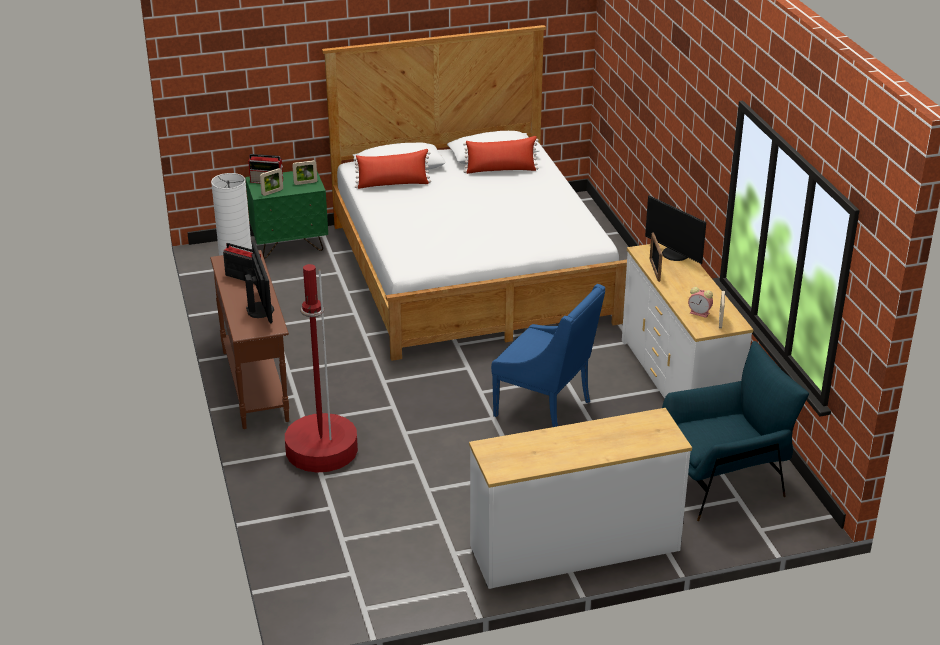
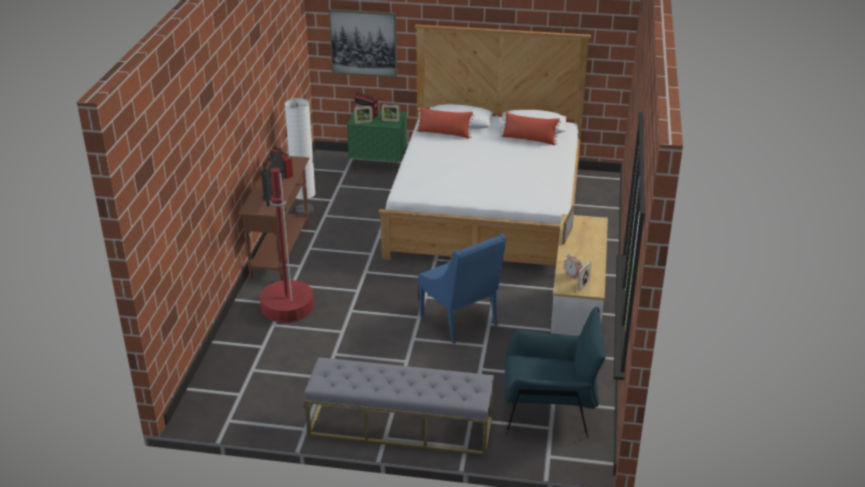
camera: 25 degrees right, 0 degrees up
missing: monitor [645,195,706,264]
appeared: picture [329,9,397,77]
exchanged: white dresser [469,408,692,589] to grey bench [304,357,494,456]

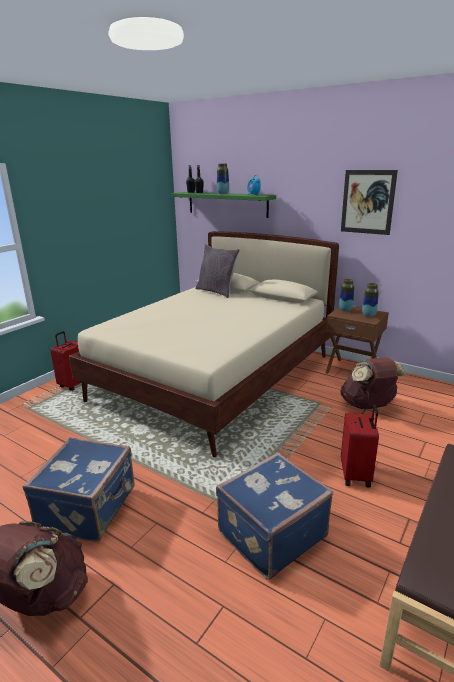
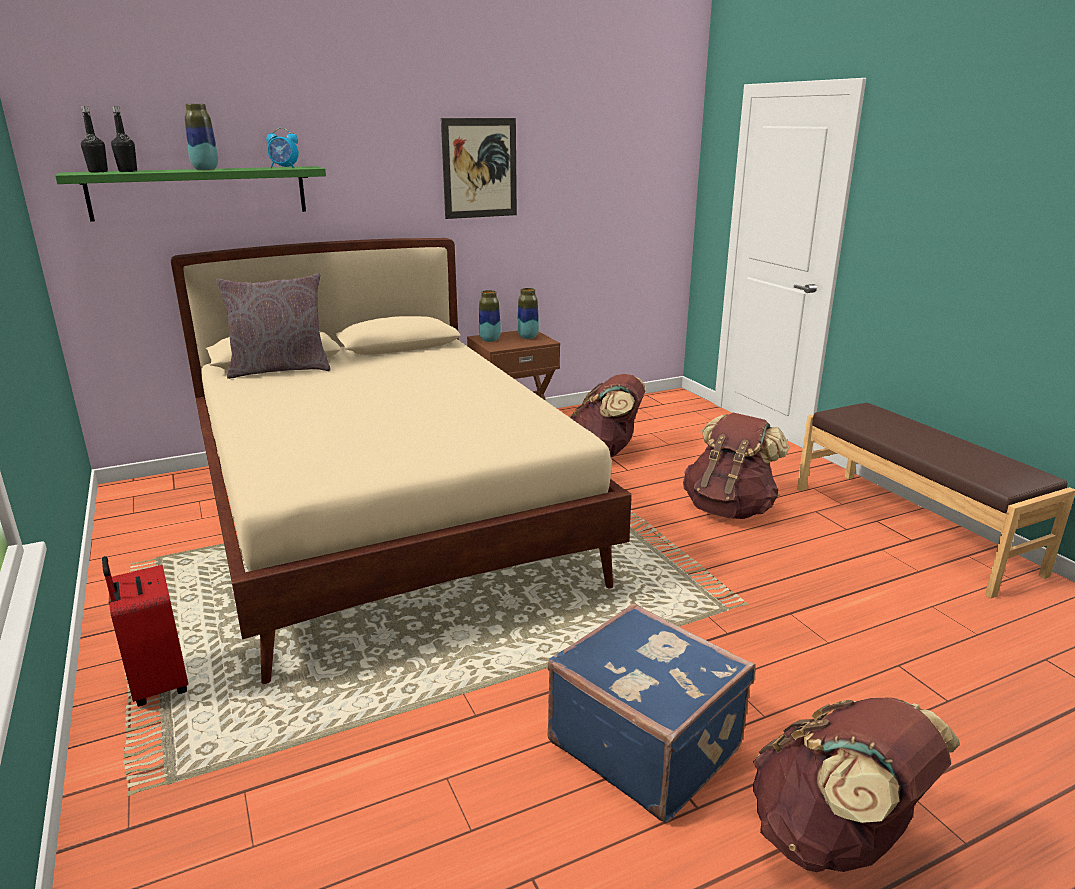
camera: 60 degrees left, 0 degrees up
missing: blue suitcase [216,452,333,580]
exchanged: red suitcase [341,404,379,488] to brown backpack [683,413,789,519]

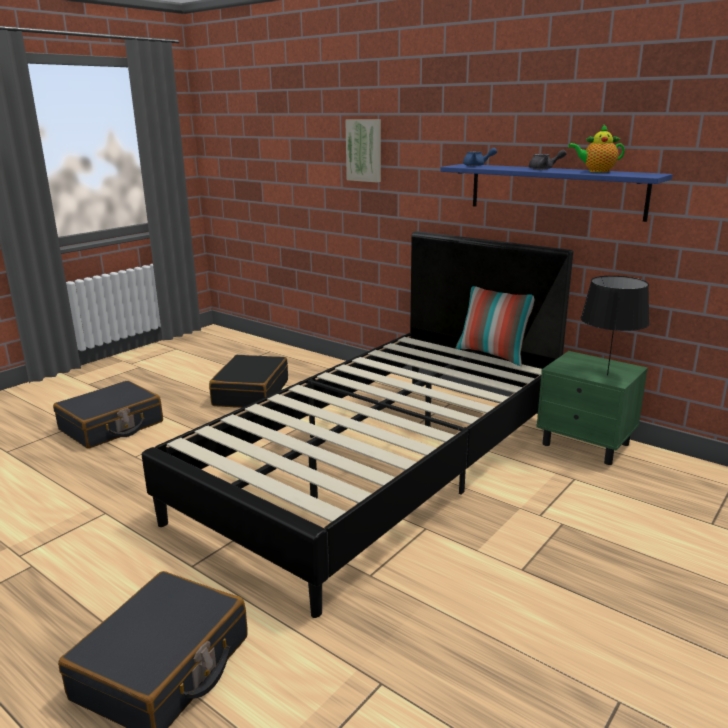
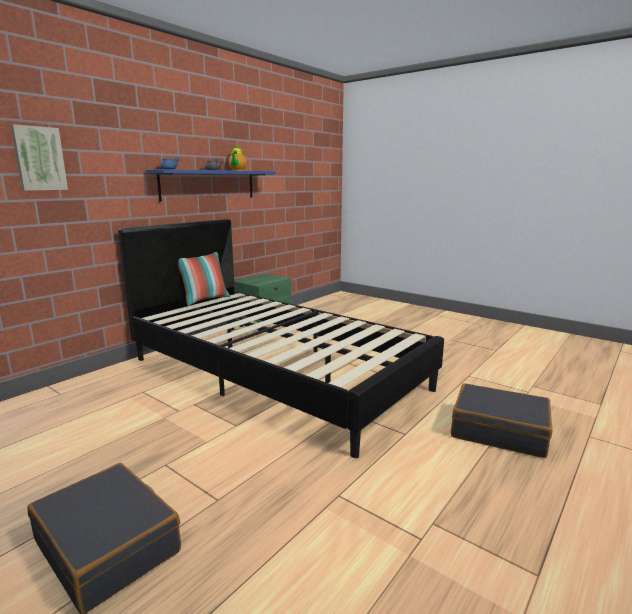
camera: 90 degrees left, 5 degrees down
missing: black suitcase [209,355,288,408]; black table lamp [581,276,650,375]

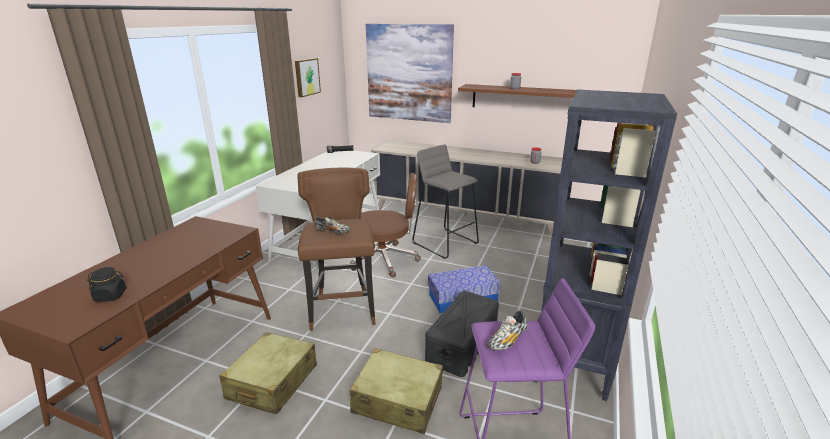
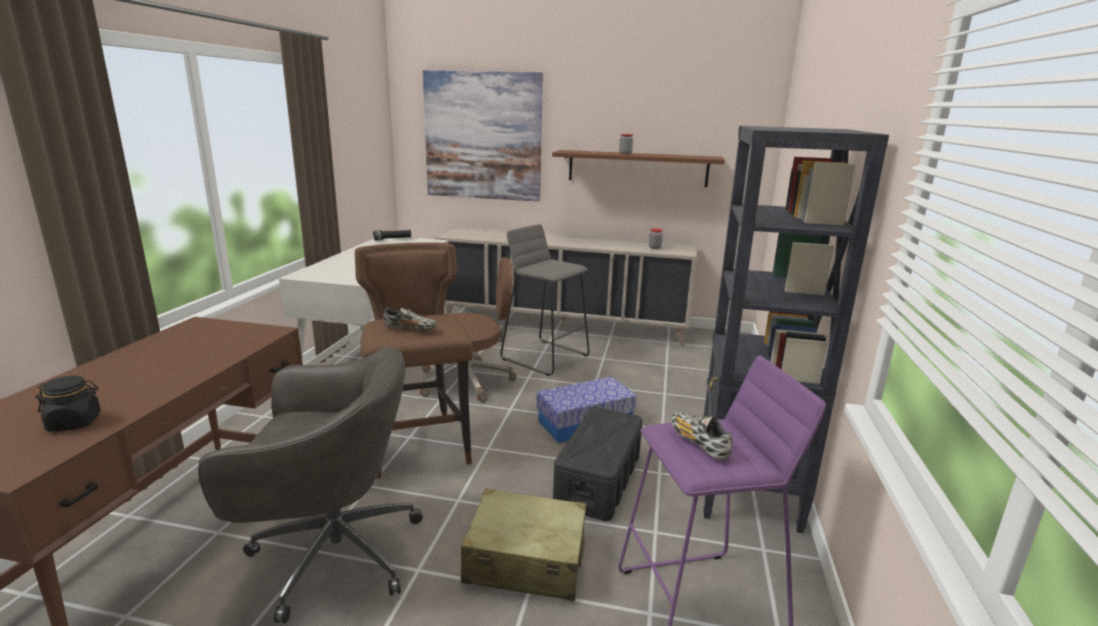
camera: 10 degrees left, 5 degrees down
missing: picture [295,58,321,97]
exchanged: beige suitcase [219,332,317,414] to grey office chair [198,347,423,623]
spun: shoe [487,311,527,350] = [671,411,732,459] 120 degrees clockwise

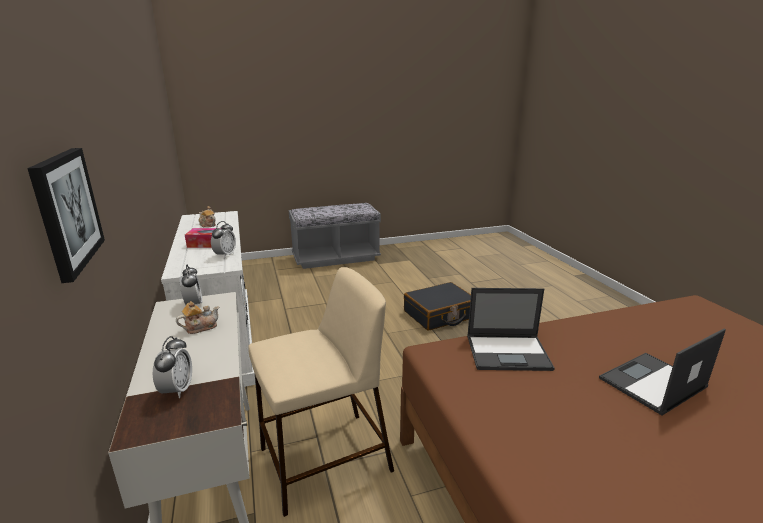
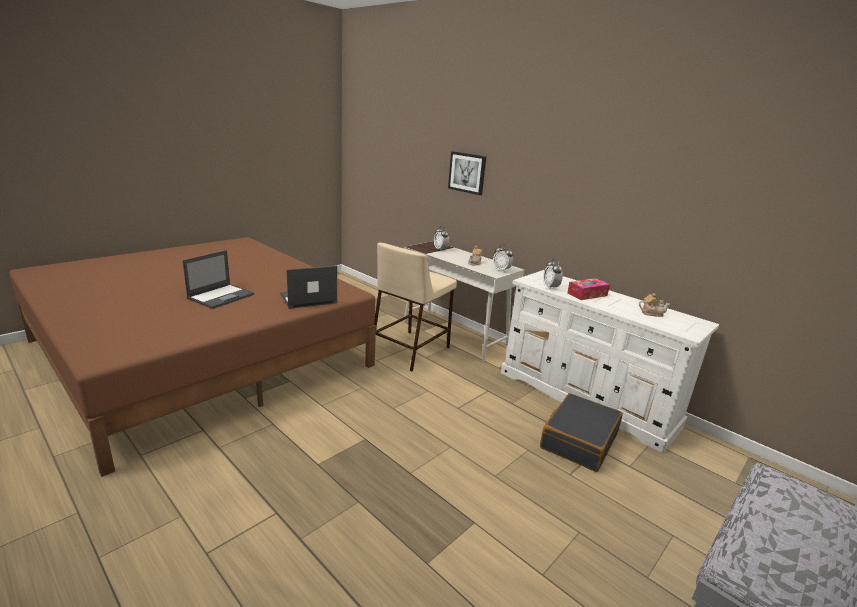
camera: 150 degrees right, 0 degrees up
relocated: black suitcase [404,282,471,331] to [540,393,623,472]

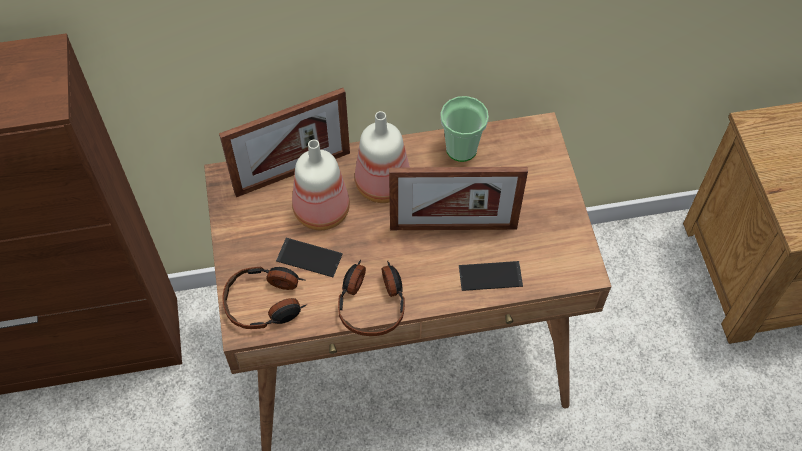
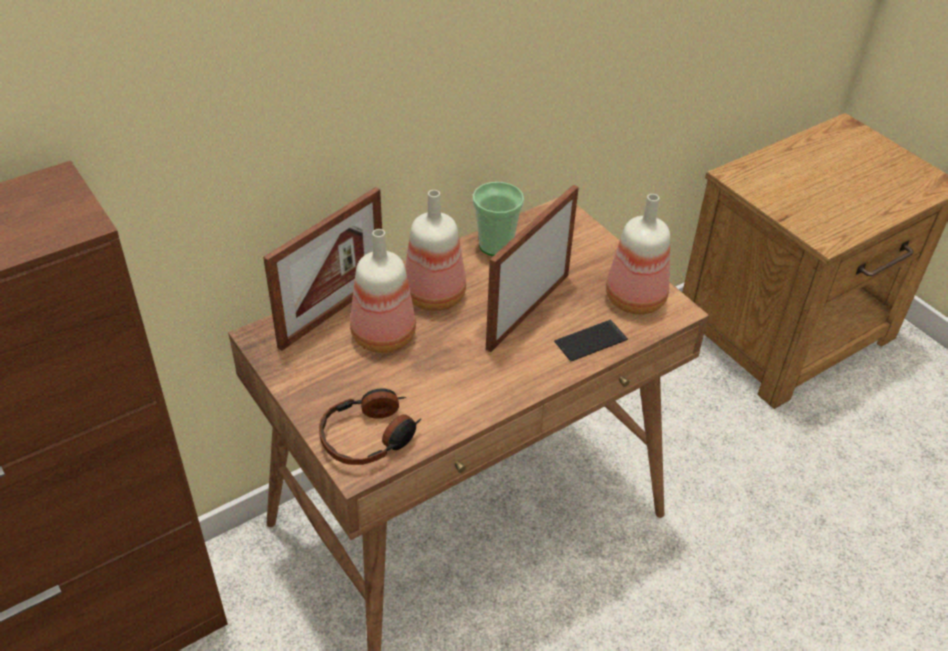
camera: 25 degrees left, 15 degrees down
missing: phone [276,238,343,277]; headphones [338,259,405,336]
appeared: bottle [606,194,670,314]
spun: picture frame [389,167,528,230] = [486,185,579,352] 150 degrees clockwise

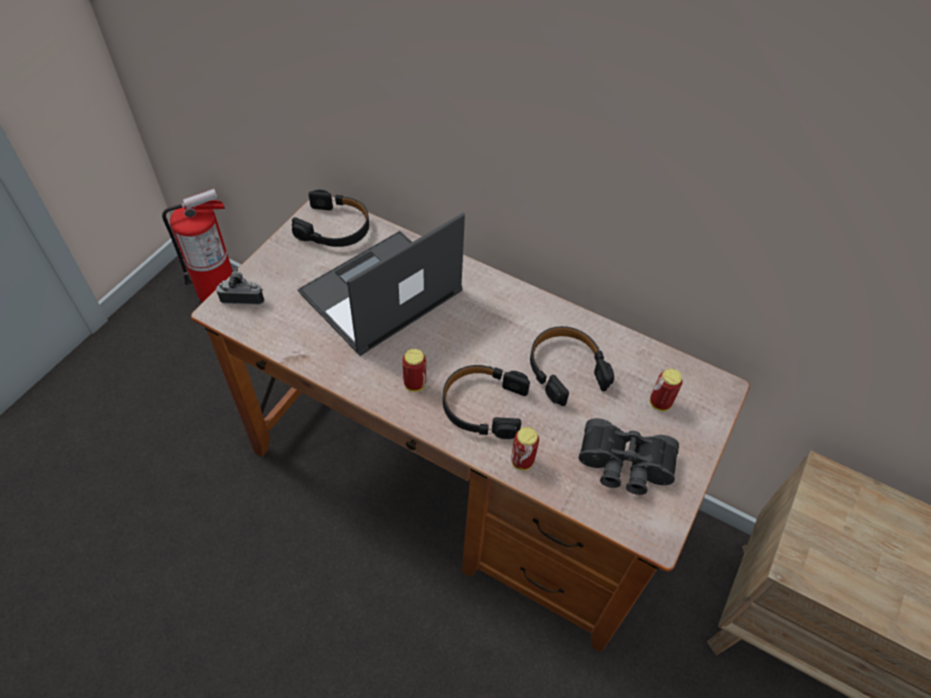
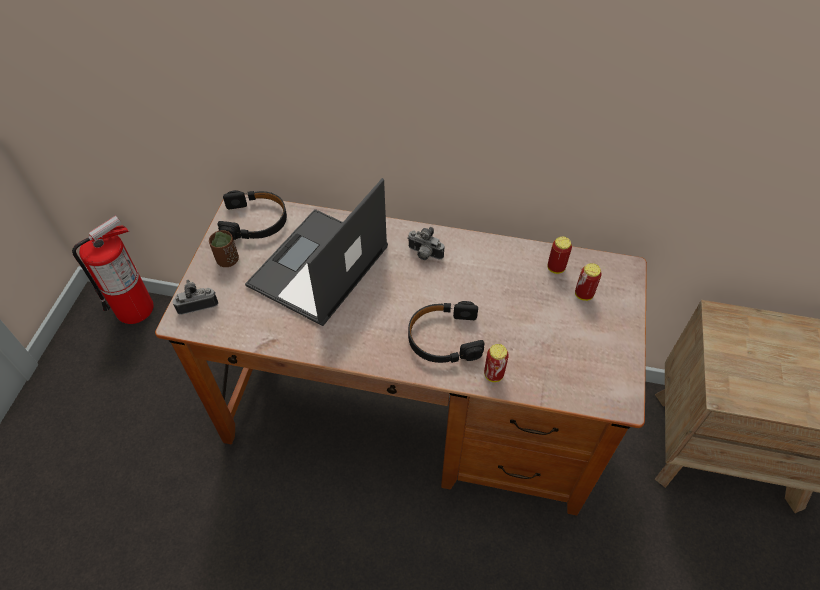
camera: 15 degrees left, 0 degrees up
missing: black headphones [530,326,614,406]; black binoculars [579,418,679,495]
appeared: brown cup [209,230,239,267]; photo camera [407,227,444,260]
relocated: can [402,349,426,391] to [547,236,572,274]

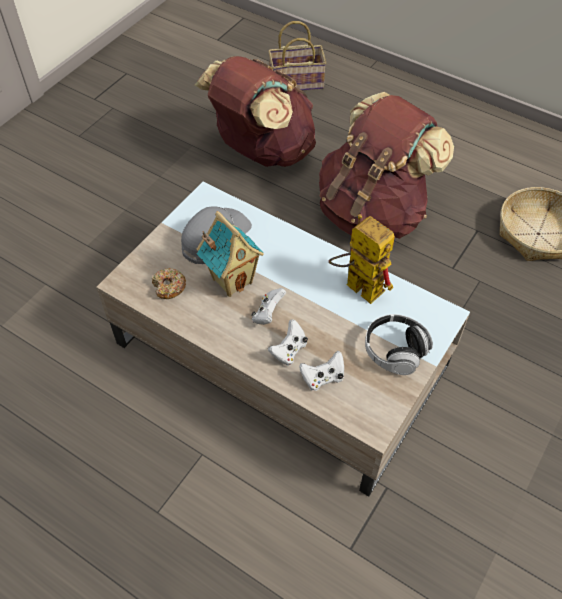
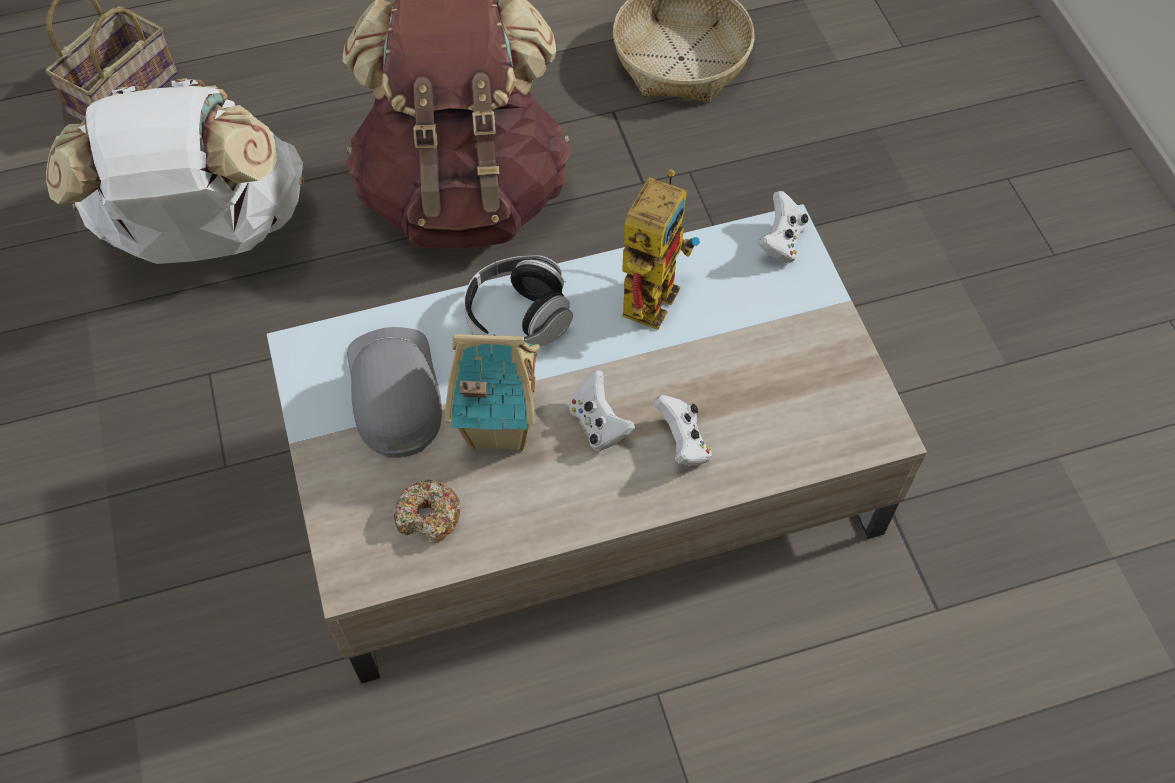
camera: 50 degrees left, 5 degrees up
relocated: white game controller [299,351,344,391] to [758,191,808,263]; headphones [365,314,433,375] to [464,255,573,347]
colour: brown backpack [195,56,316,167] to white backpack [46,78,304,264]
spun: toy robot [329,214,395,304] = [622,169,700,330] 120 degrees clockwise

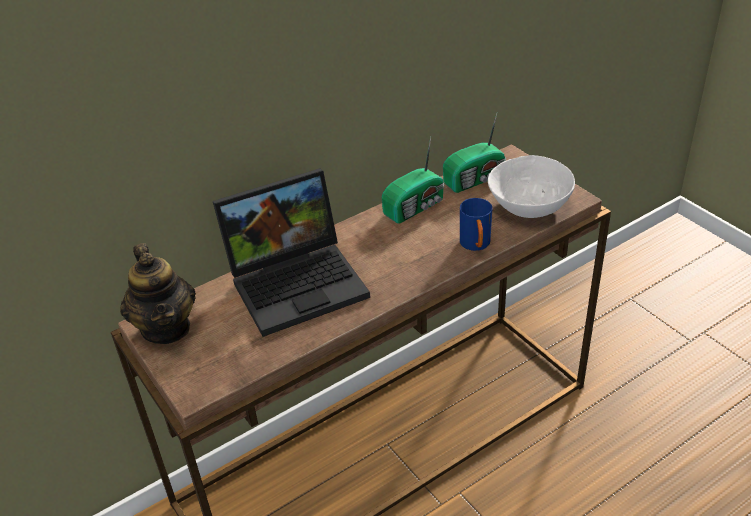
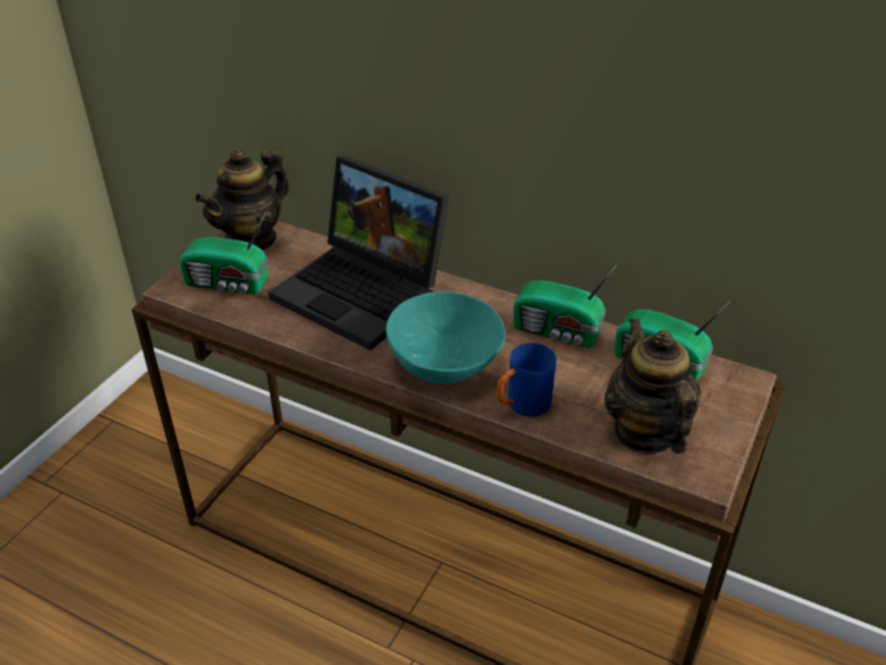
camera: 60 degrees right, 0 degrees up
appeared: radio [180,212,268,294]; turquoise bowl [386,291,505,384]
exchanged: white bowl [488,155,575,218] to teapot [604,318,701,454]

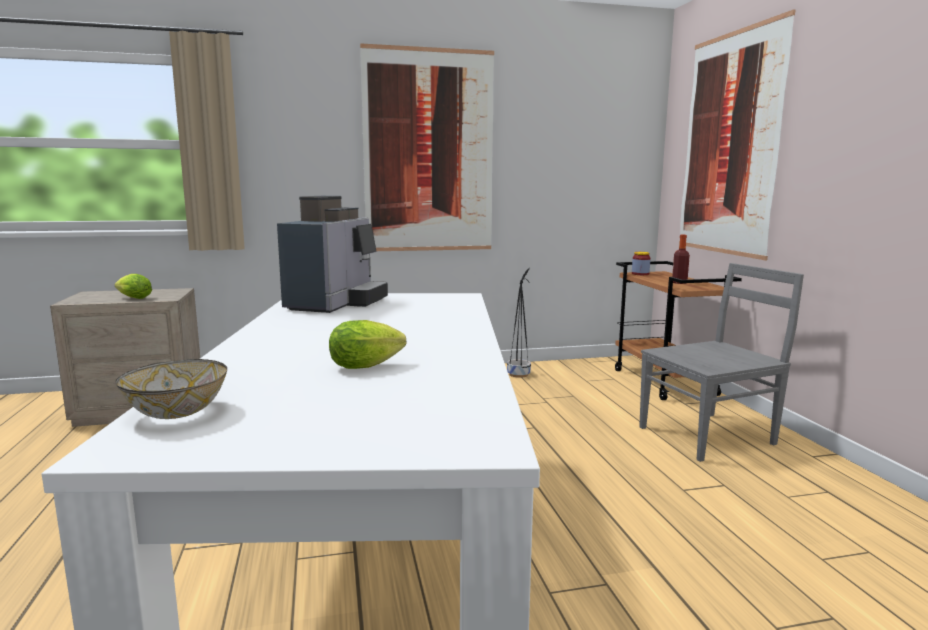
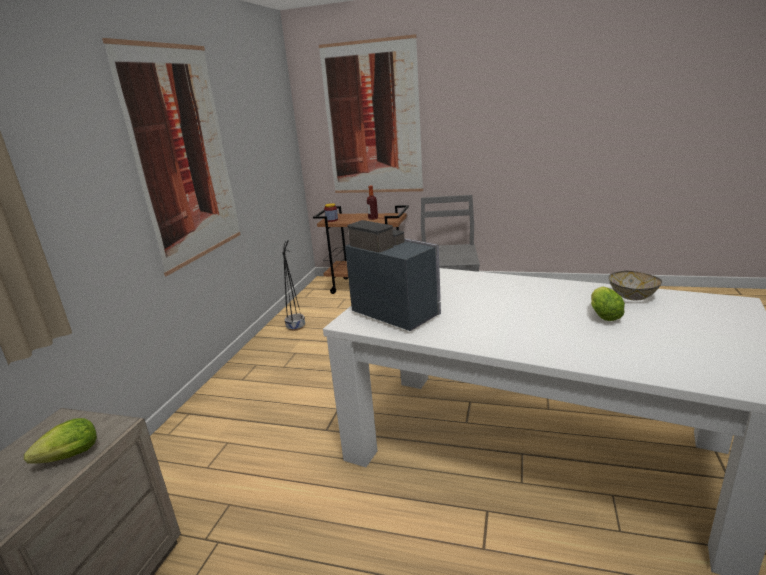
camera: 60 degrees left, 10 degrees up
relocated: bowl [116,359,227,419] to [609,271,662,300]

